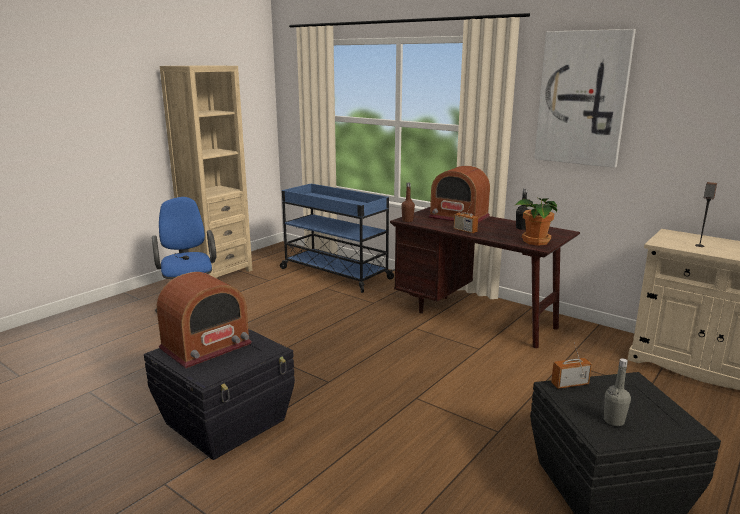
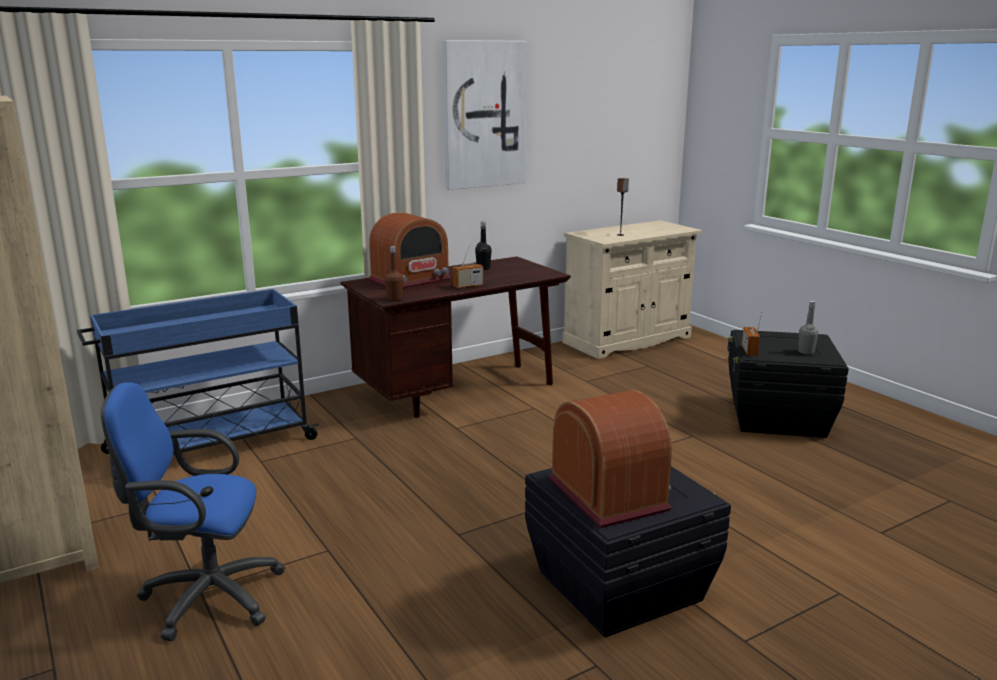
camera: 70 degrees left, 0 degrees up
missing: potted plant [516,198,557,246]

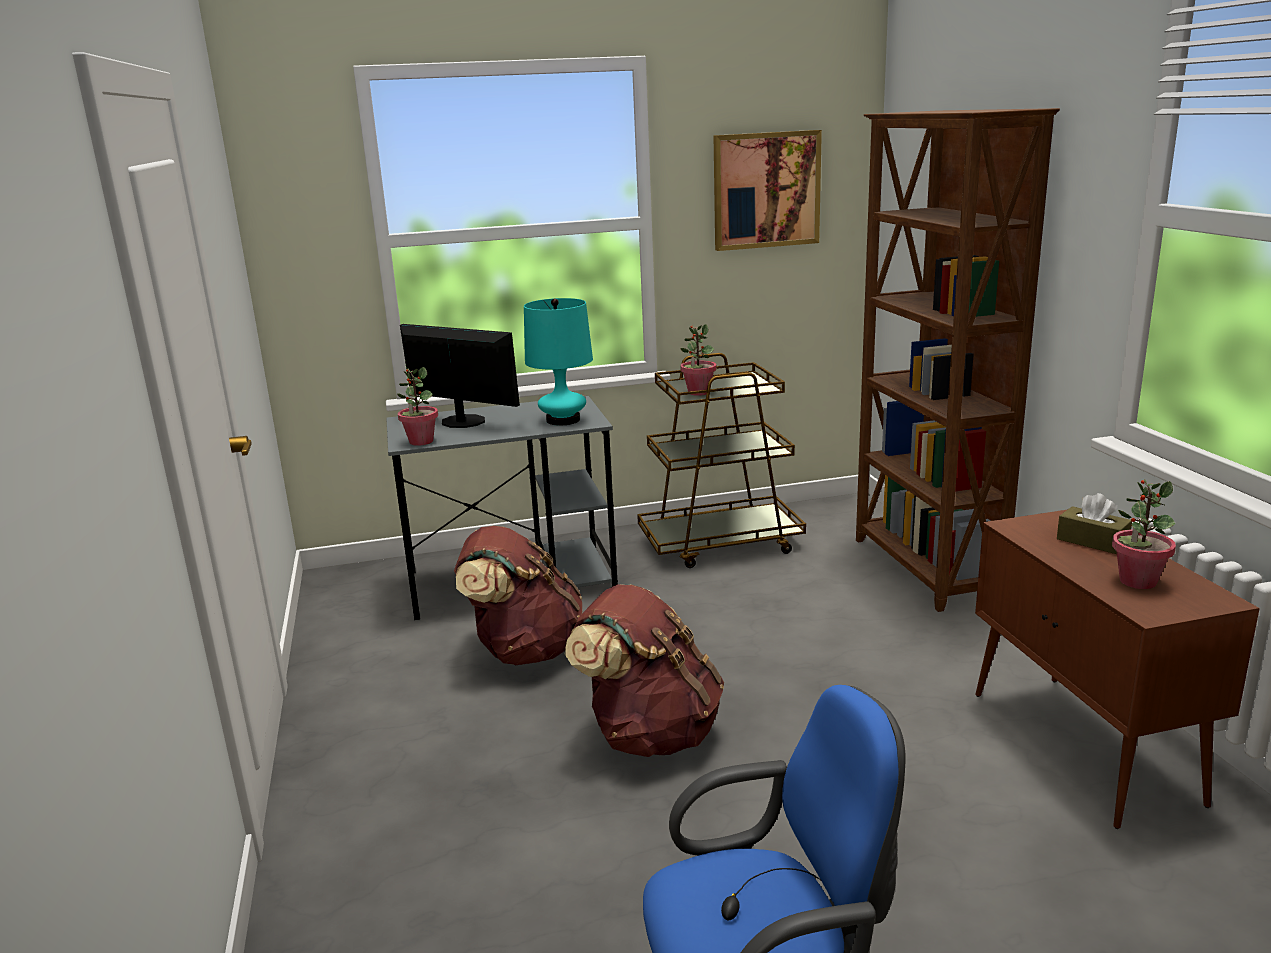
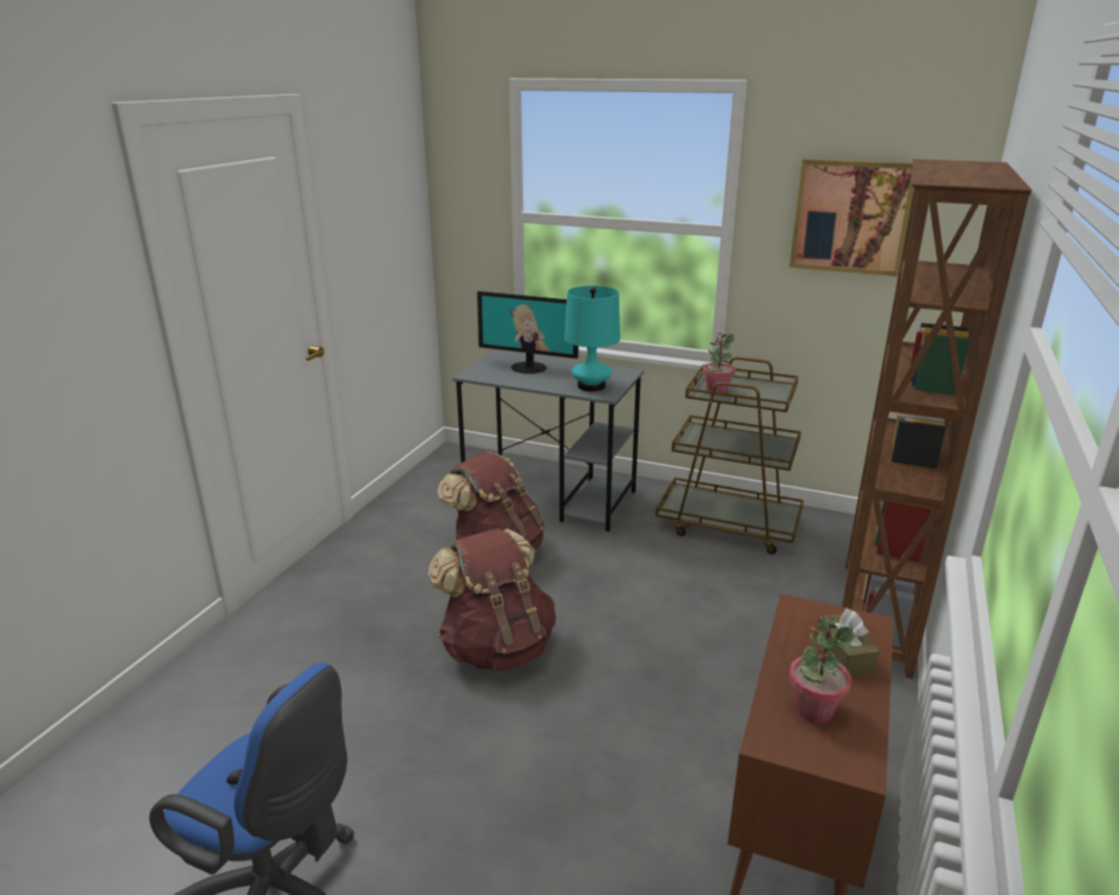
camera: 35 degrees right, 5 degrees up
missing: potted plant [397,367,438,446]
spun: monitor [400,324,520,428] = [477,291,578,374] 135 degrees clockwise

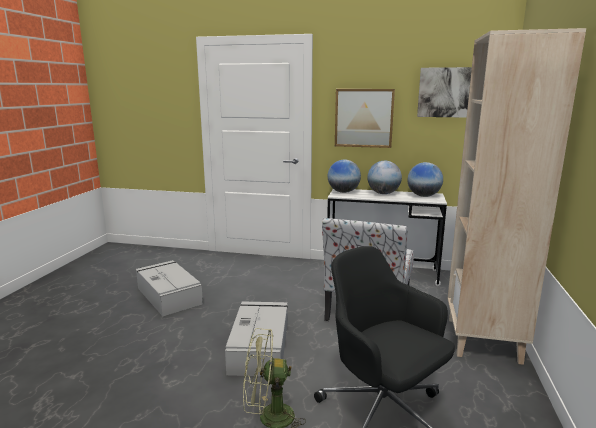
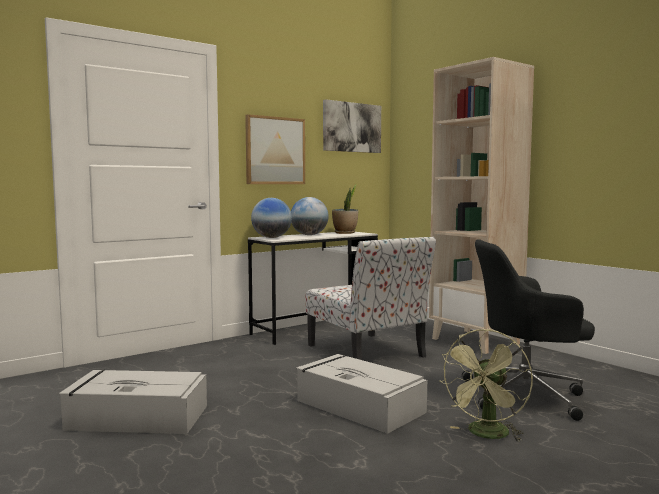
camera: 50 degrees left, 10 degrees down
exchanged: globe [407,162,443,197] to potted plant [332,184,358,234]

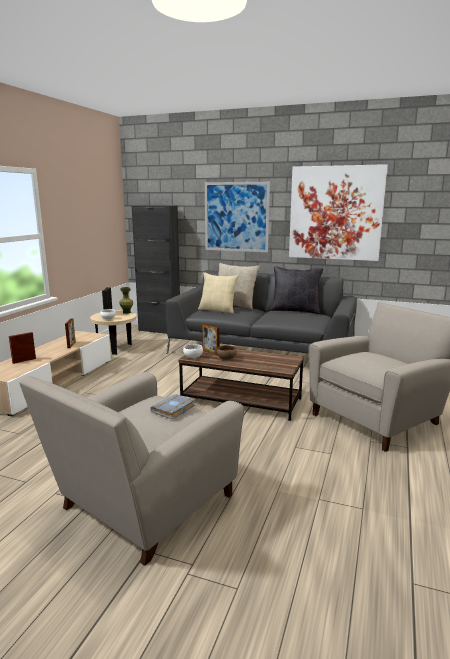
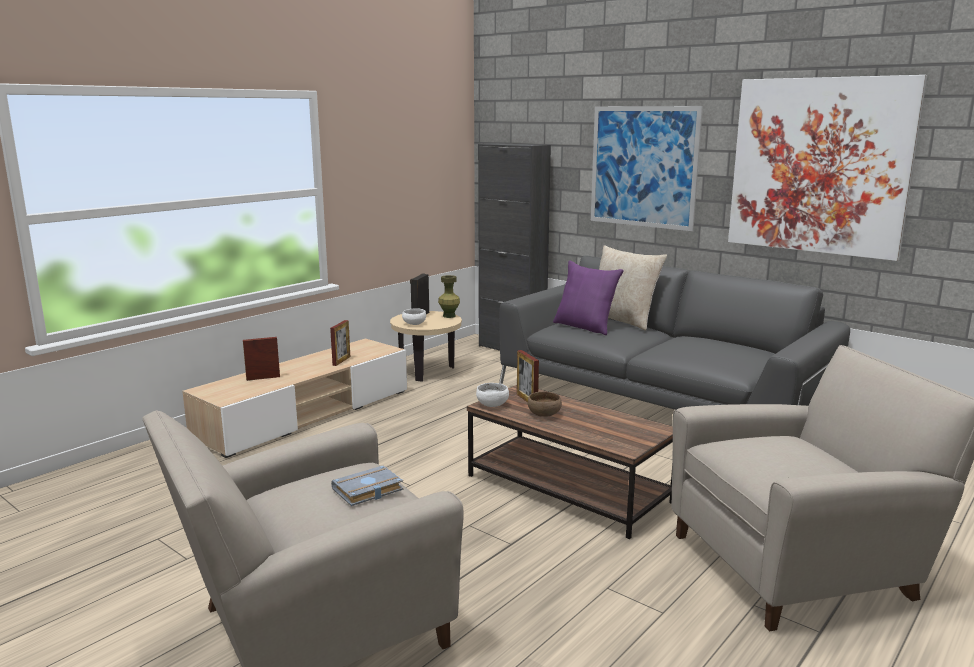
camera: 20 degrees right, 0 degrees up
missing: black pillow [270,266,323,314]
colour: beige pillow [198,272,239,314] to purple pillow [553,260,624,335]

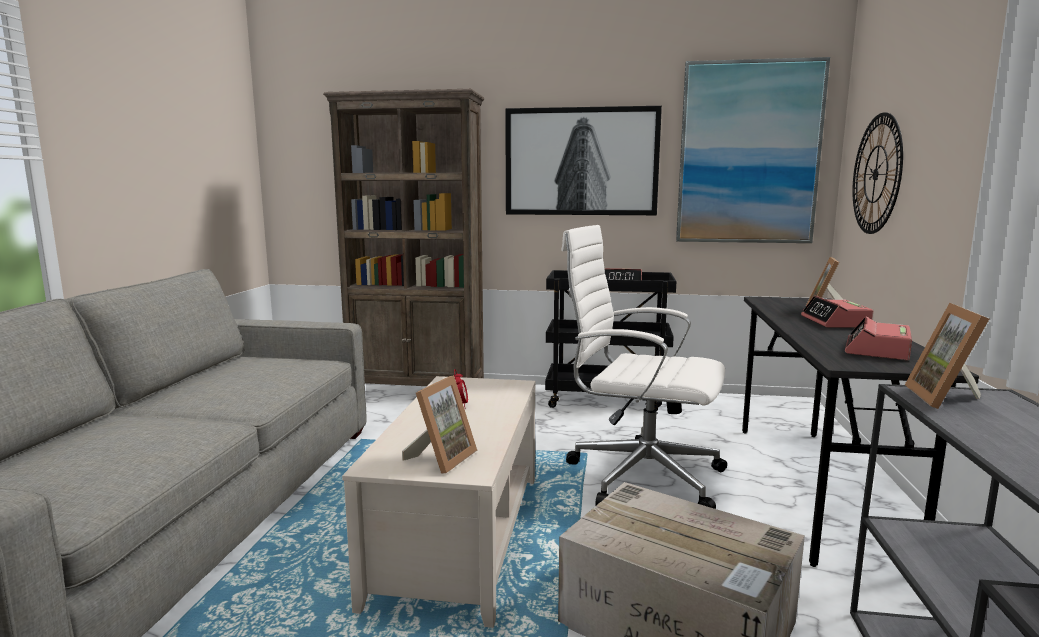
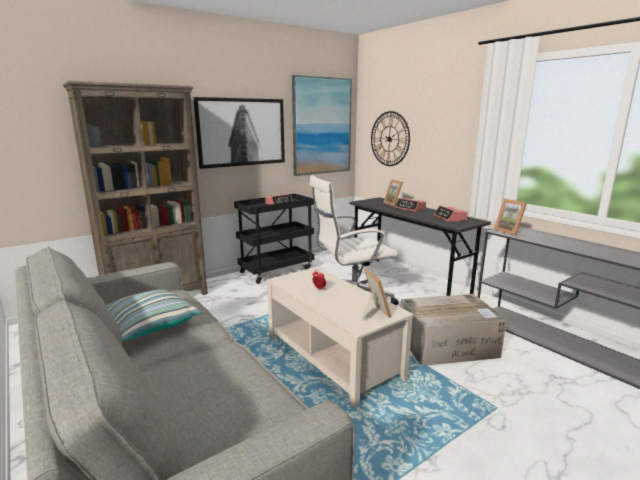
camera: 45 degrees left, 5 degrees up
appeared: pillow [107,289,202,341]

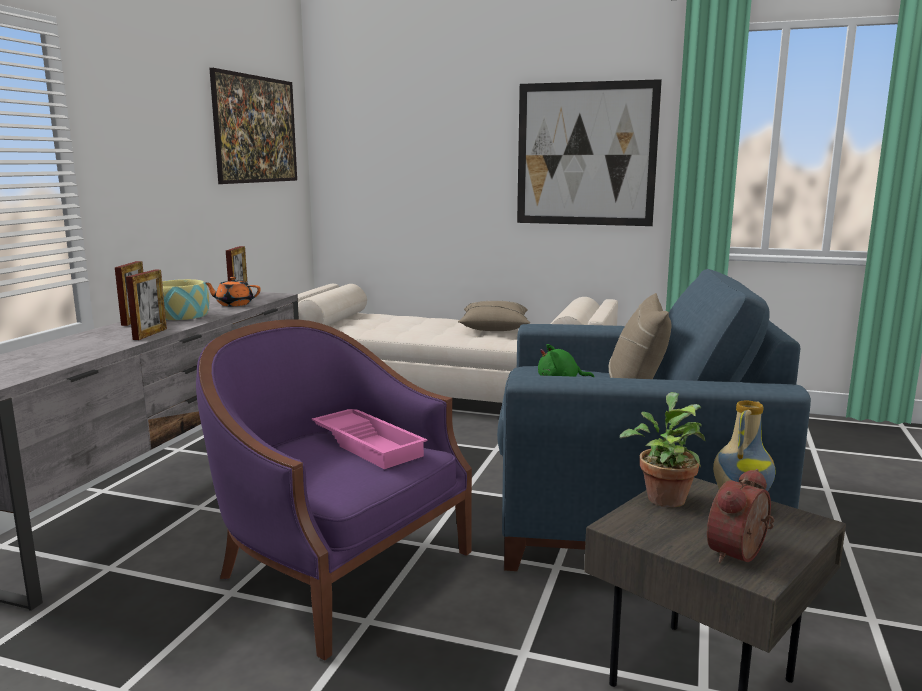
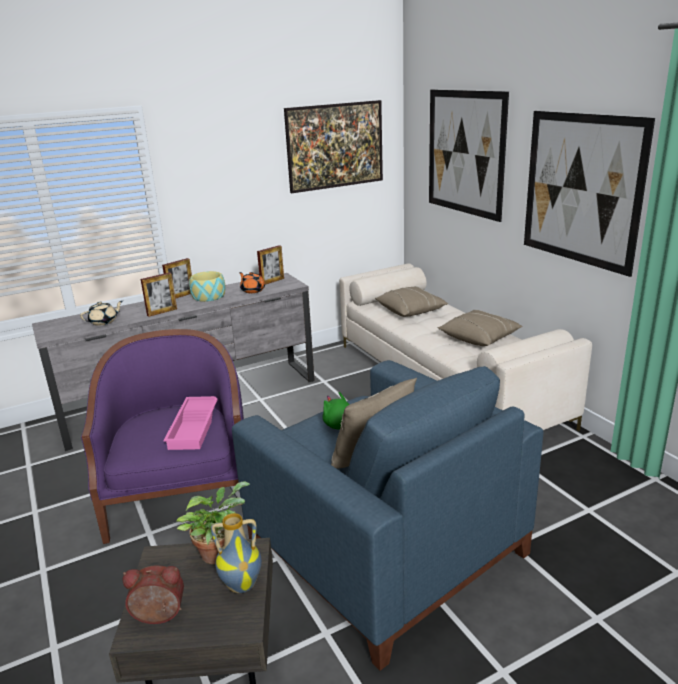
camera: 45 degrees right, 10 degrees up
appeared: beige teapot [80,301,122,325]; beige pillow [375,286,448,317]; picture [429,90,509,222]

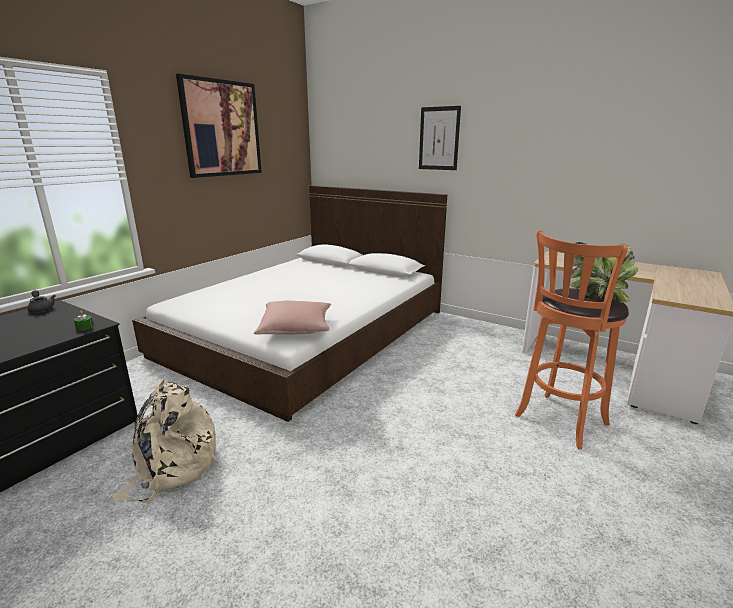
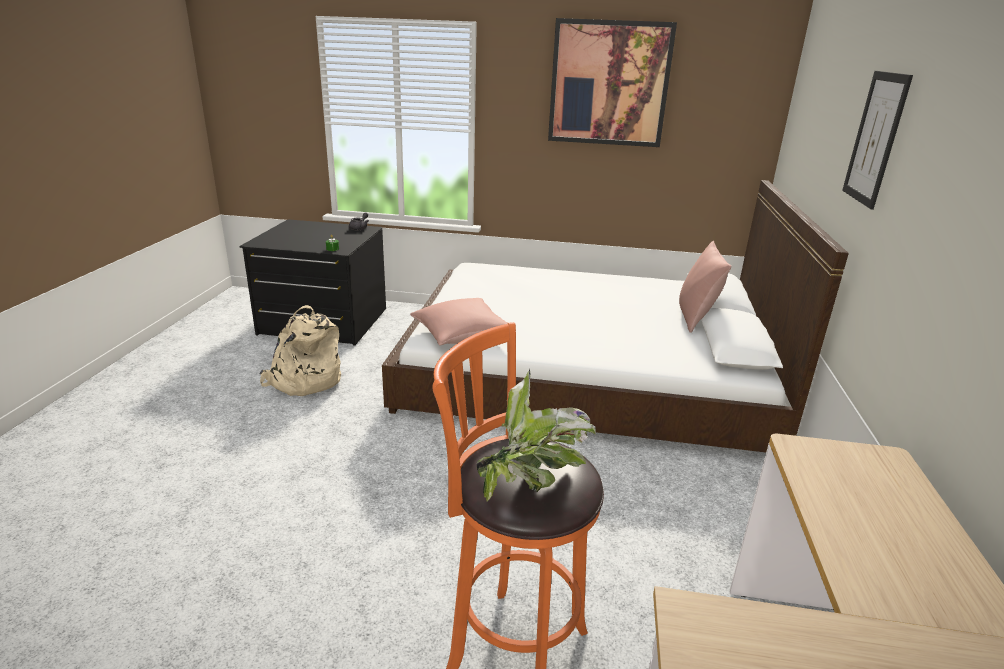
camera: 65 degrees right, 5 degrees up
appeared: pink pillow [679,241,731,333]

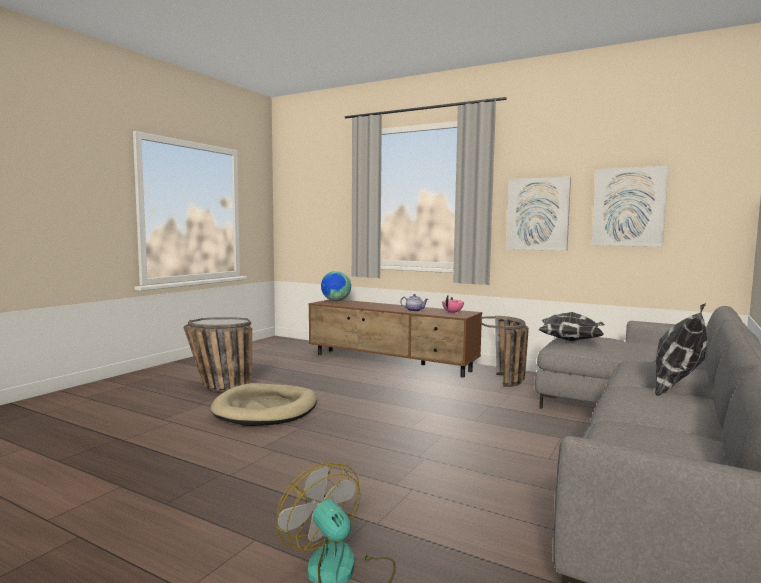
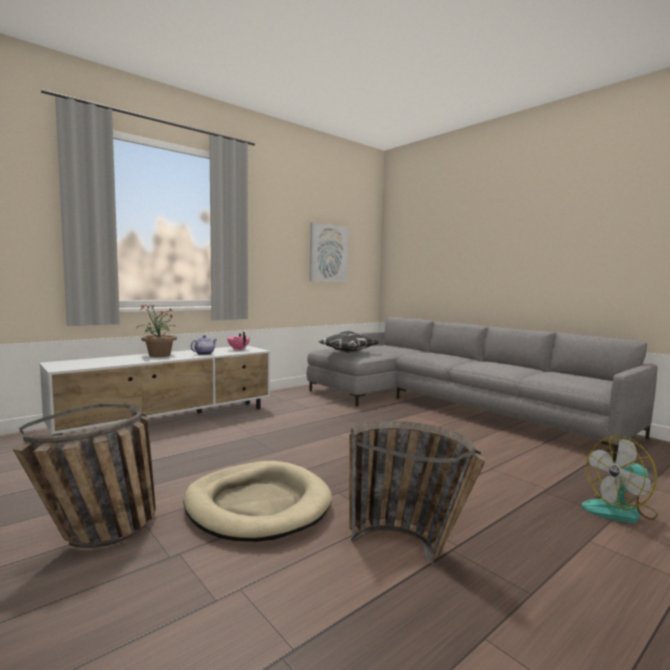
camera: 70 degrees left, 0 degrees up
missing: globe [321,271,351,301]; picture [506,176,571,251]; pillow [655,303,708,396]
appeared: potted plant [137,304,177,357]
relocated: basket [480,316,529,387] to [349,421,485,564]
colour: brown tv stand [308,300,482,377] to white tv stand [39,345,270,435]

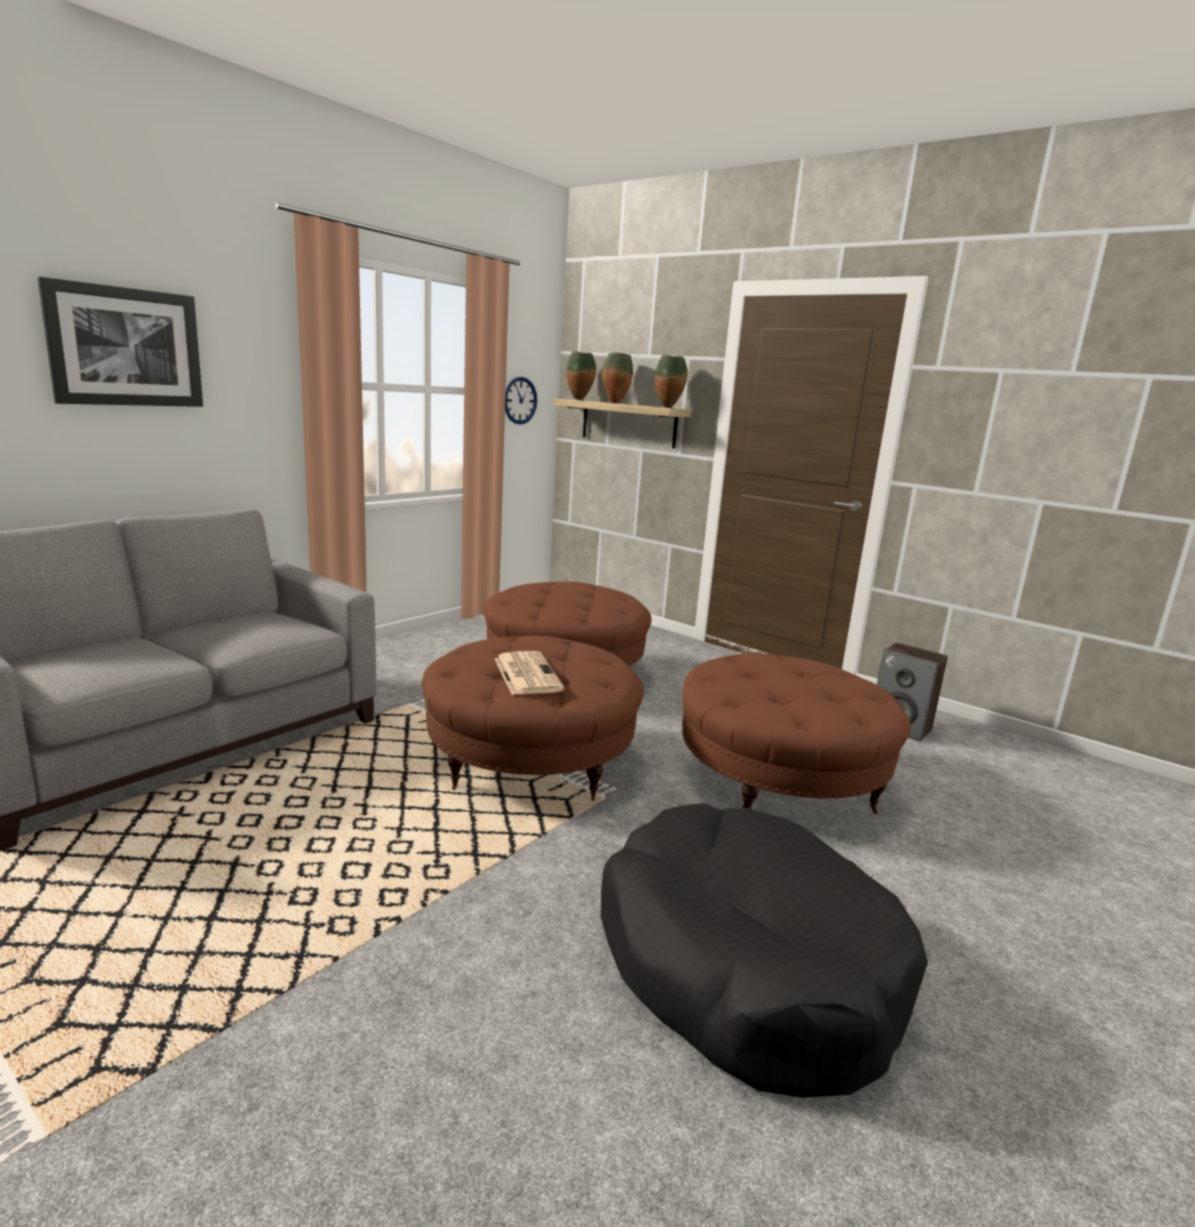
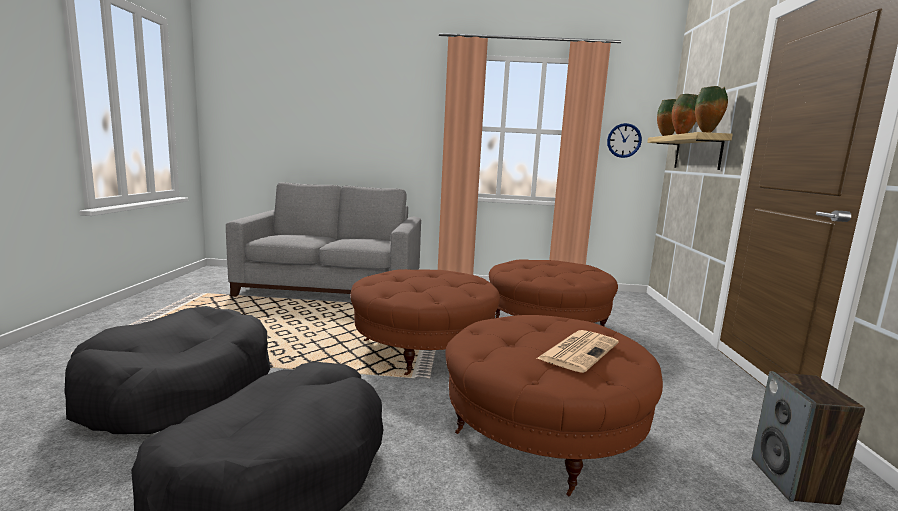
camera: 55 degrees right, 5 degrees down
missing: picture [37,277,203,407]
appeared: black dog bed [64,306,270,434]
relocated: newspaper [495,651,564,695] to [536,330,619,373]

